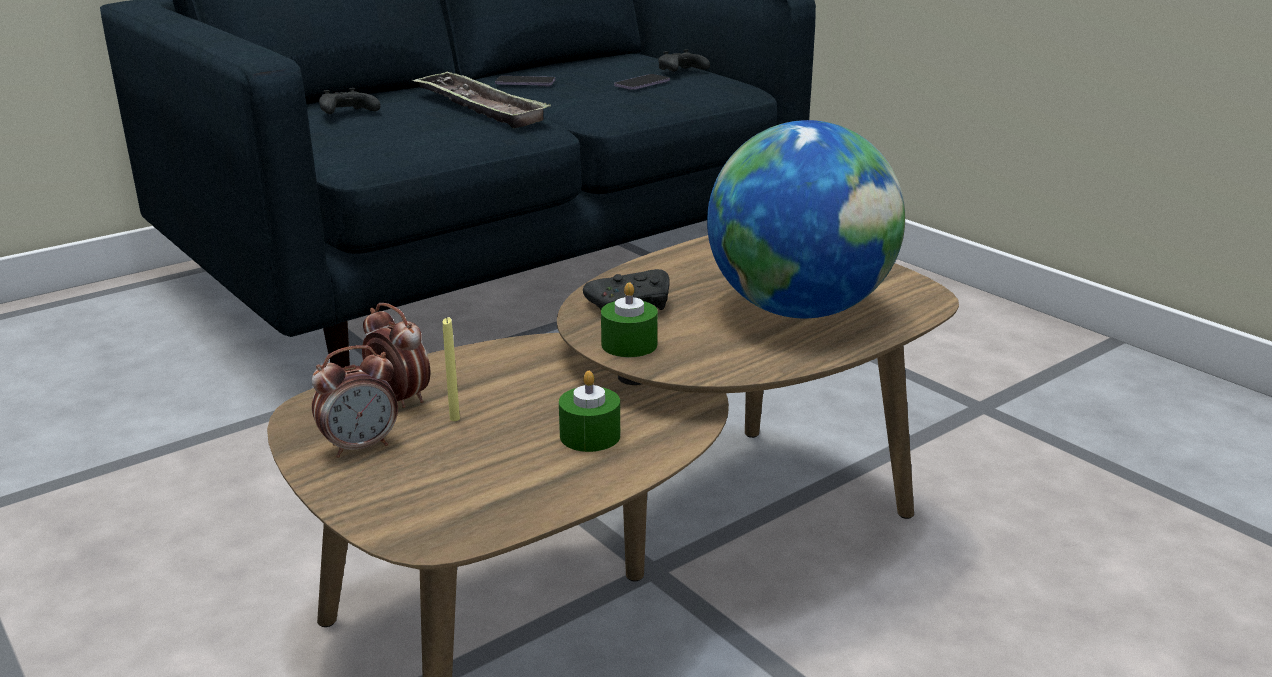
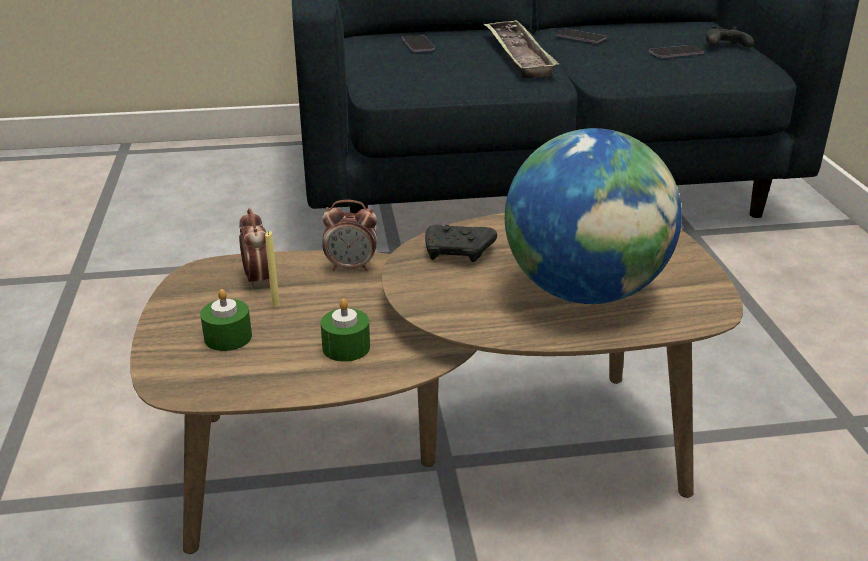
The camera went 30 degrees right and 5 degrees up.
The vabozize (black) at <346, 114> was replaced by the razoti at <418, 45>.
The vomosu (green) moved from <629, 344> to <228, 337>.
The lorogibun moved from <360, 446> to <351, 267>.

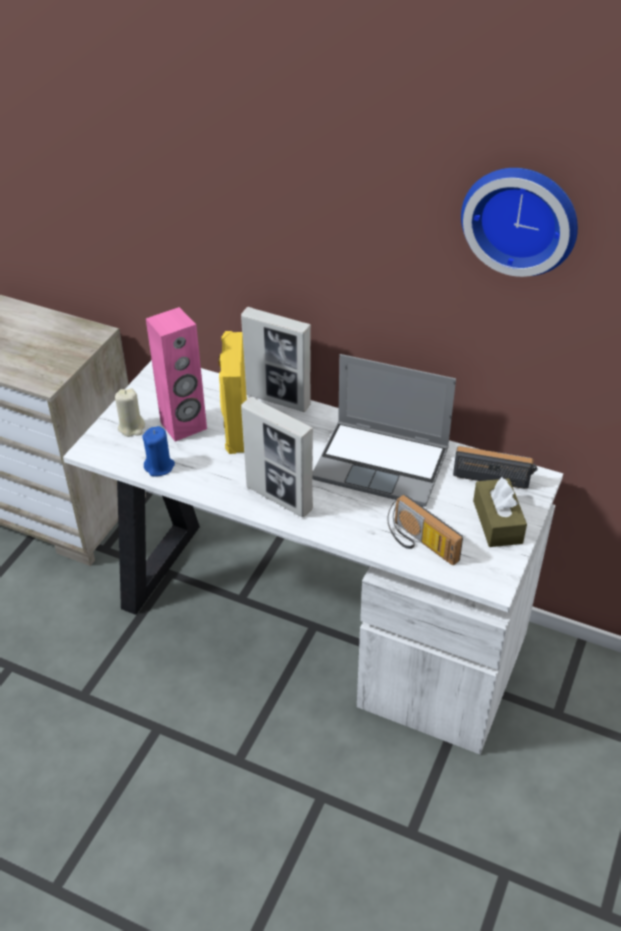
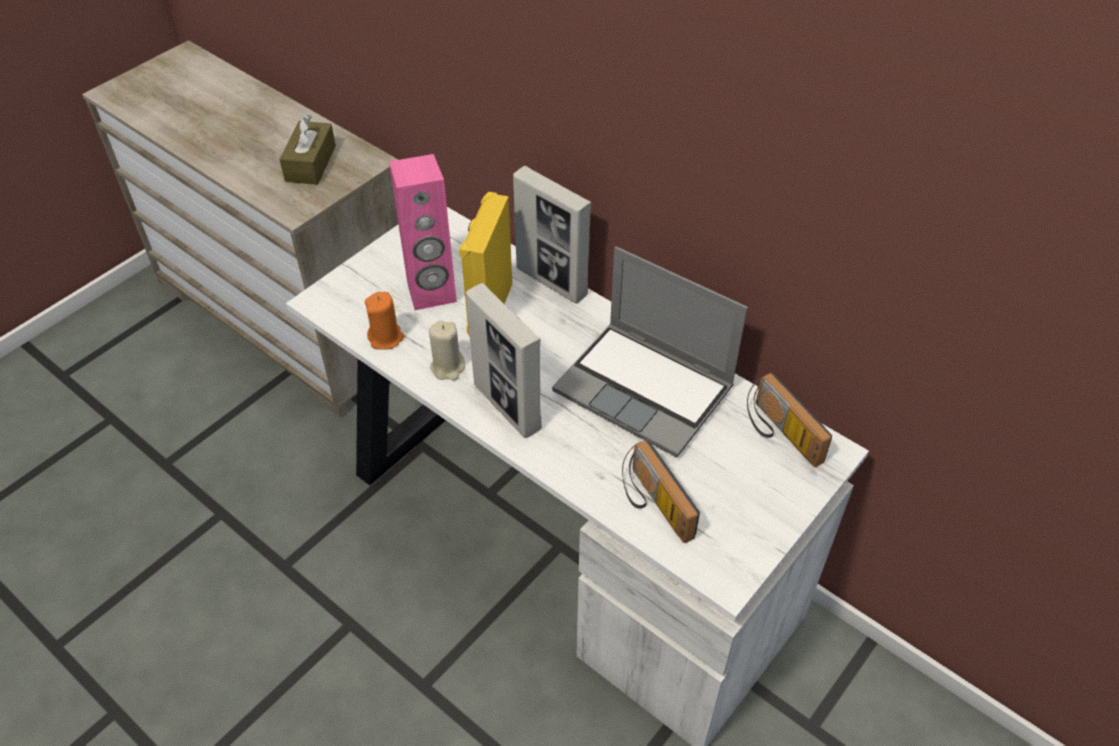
The camera went 15 degrees right and 5 degrees up.
The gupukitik at <521, 218> disappeared.
The vomosu (beige) moved from <132, 427> to <448, 367>.
The vomosu (blue) at <159, 466> became the vomosu (orange) at <386, 338>.
The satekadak at <494, 475> turned 150 degrees counterclockwise.
The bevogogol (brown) moved from <497, 522> to <310, 163>.

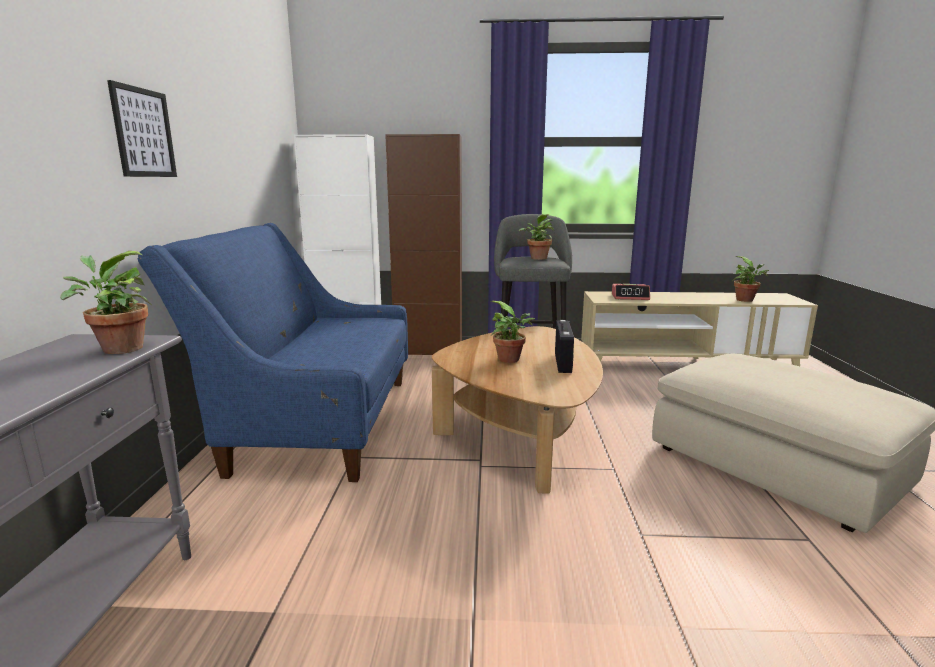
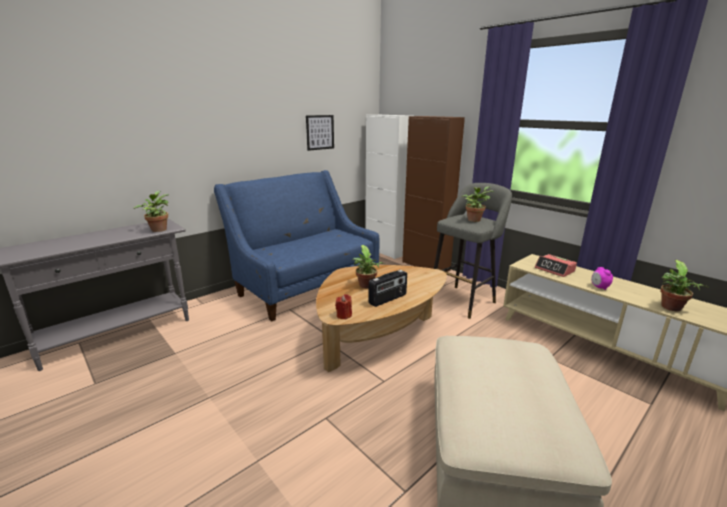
The camera went 45 degrees right and 5 degrees up.
The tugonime moved from <143, 133> to <320, 132>.
The lorogibun at <599, 287> appeared.
The vomosu (red) at <344, 315> appeared.

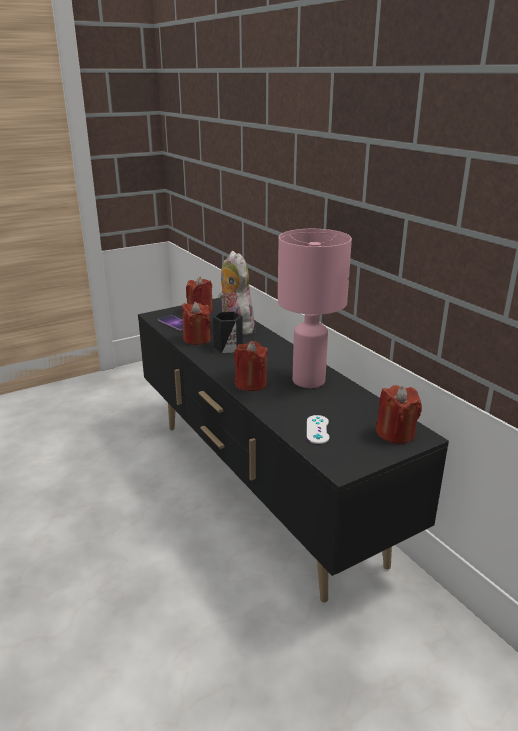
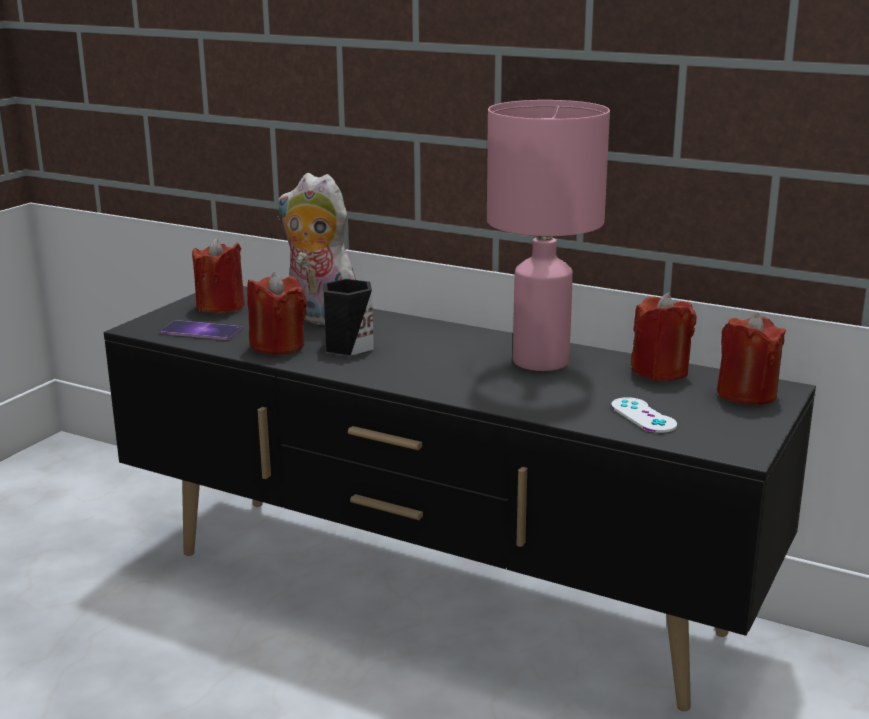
The camera went 30 degrees left and 5 degrees down.
The vomosu (red) moved from <250, 384> to <660, 371>.

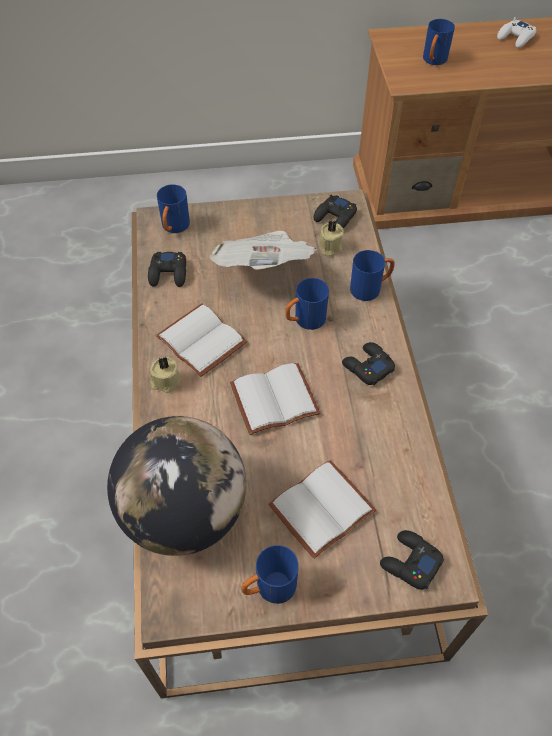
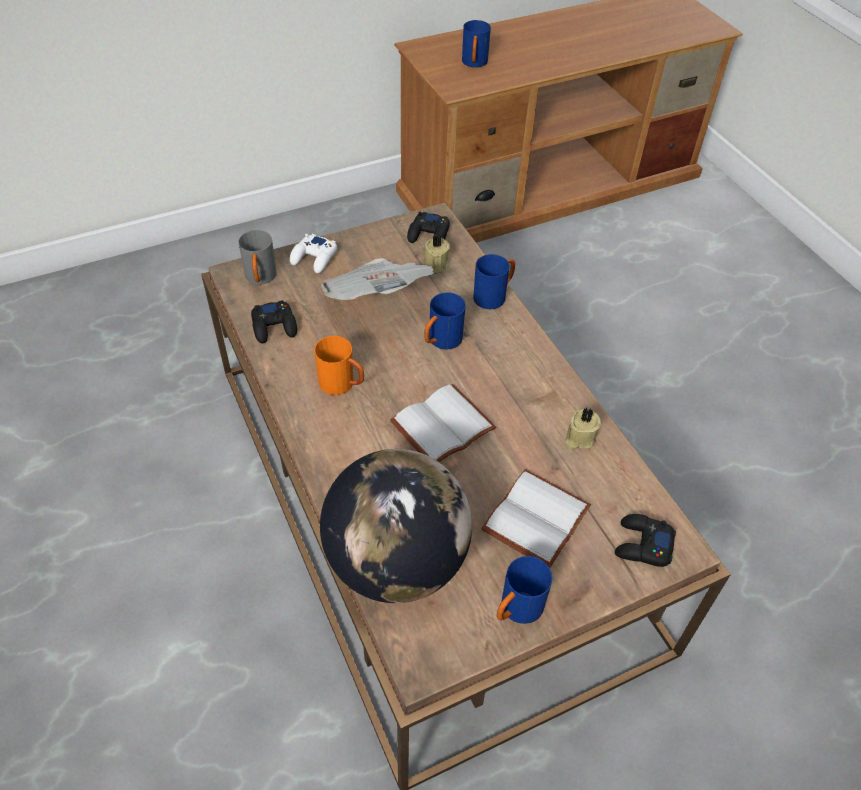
The camera went 20 degrees left and 5 degrees down.
The vabozize (white) moved from <515, 38> to <314, 258>.
The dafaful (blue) at <174, 228> became the dafaful (grey) at <260, 279>.
The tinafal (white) at <204, 340> was replaced by the dafaful (orange) at <342, 385>.
The vabozize (black) at <367, 367> disappeared.
The vomosu (beige) moved from <165, 381> to <579, 438>.

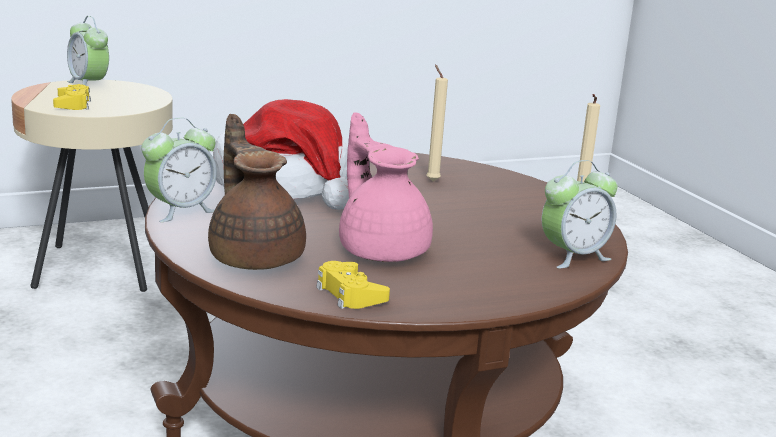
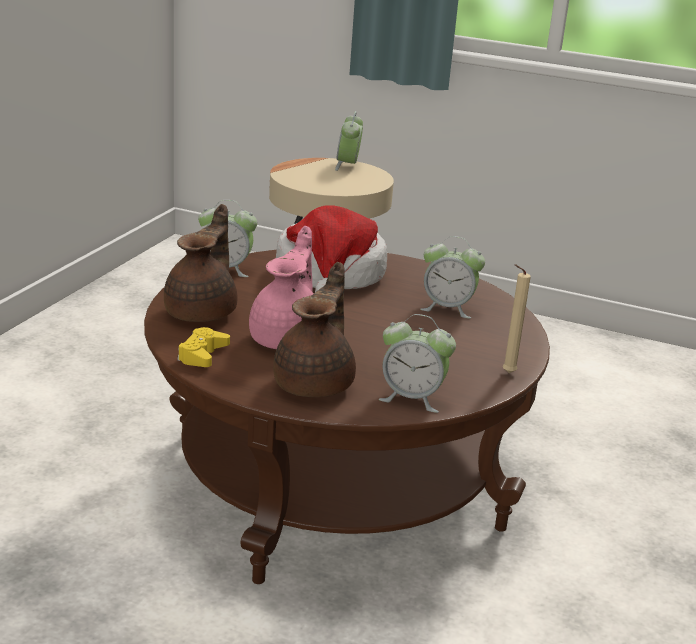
The camera went 45 degrees right and 5 degrees up.
The vomosu (beige) at <431, 180> was replaced by the lorogibun at <447, 308>.
The vabozize (yellow) at <72, 104> disappeared.
The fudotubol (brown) at <316, 383> appeared.

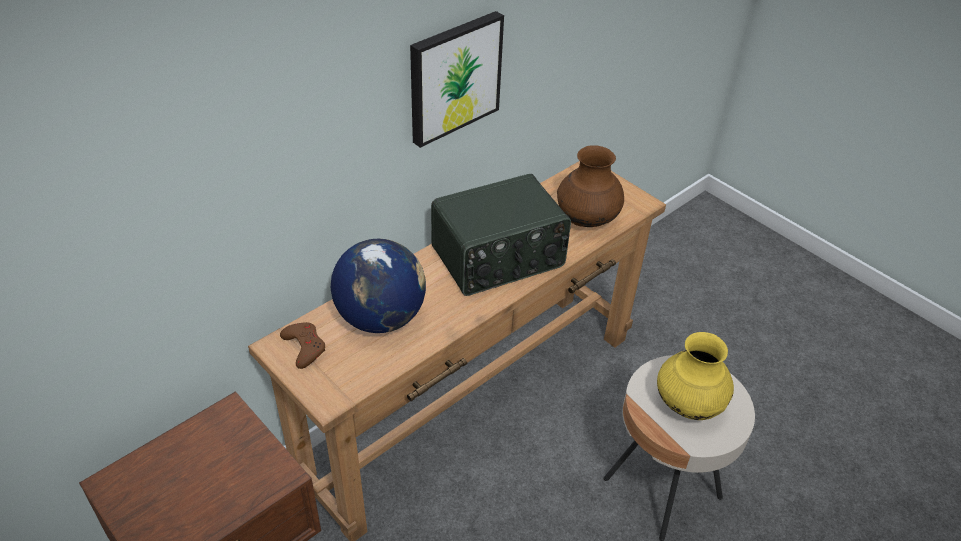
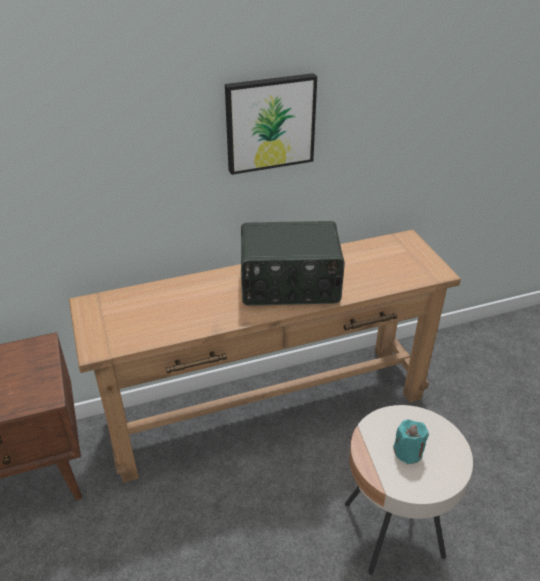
The camera went 25 degrees right and 5 degrees down.
The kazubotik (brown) at <587, 220> disappeared.
The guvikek at <381, 317> disappeared.
The vabozize (brown) at <304, 347> disappeared.
The kazubotik (yellow) at <688, 405> was replaced by the vomosu (turquoise) at <408, 452>.

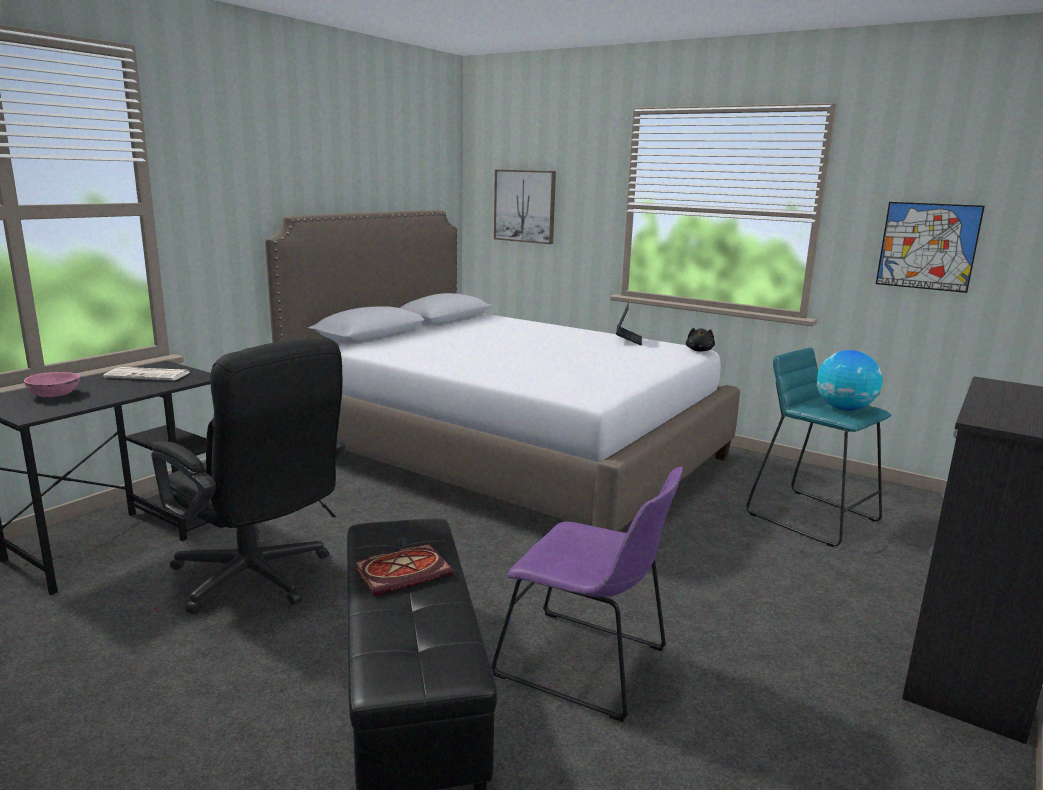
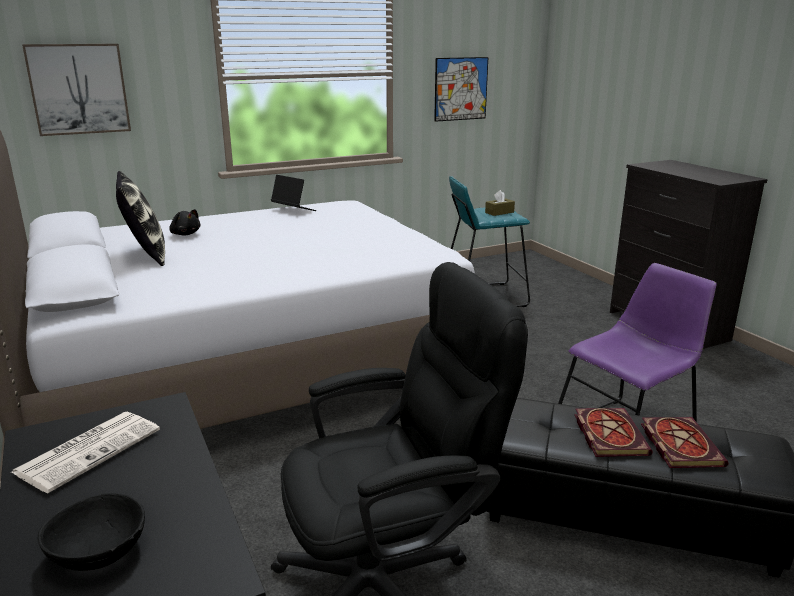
The camera went 60 degrees left and 5 degrees up.
The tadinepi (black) moved from <699, 350> to <185, 234>.
The guvikek at <844, 409> was replaced by the bevogogol (brown) at <499, 212>.
The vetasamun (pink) at <54, 395> became the vetasamun (black) at <98, 552>.
The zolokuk at <146, 255> appeared.
The tinafal at <678, 444> appeared.

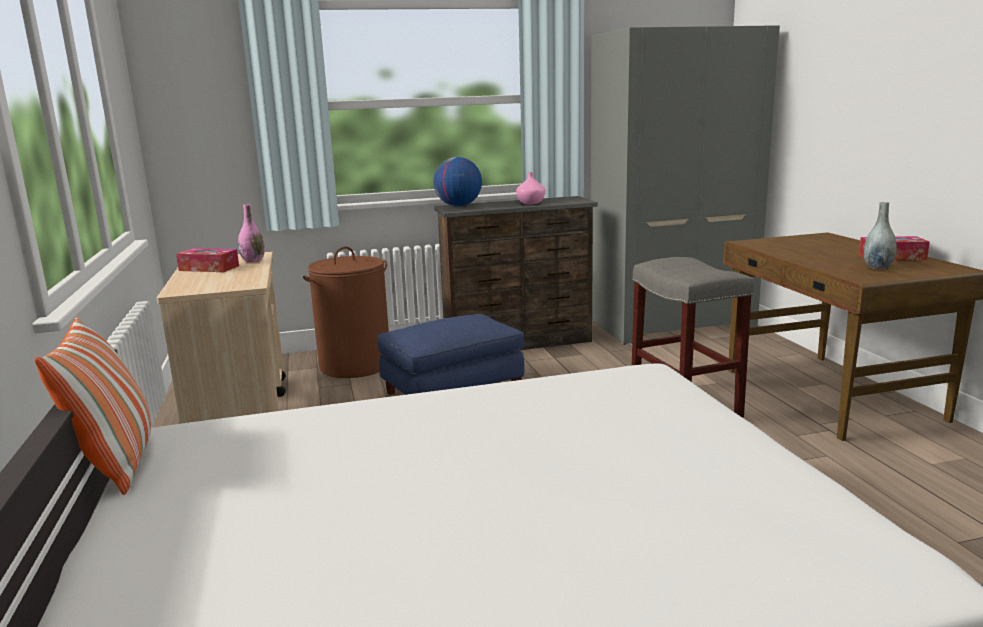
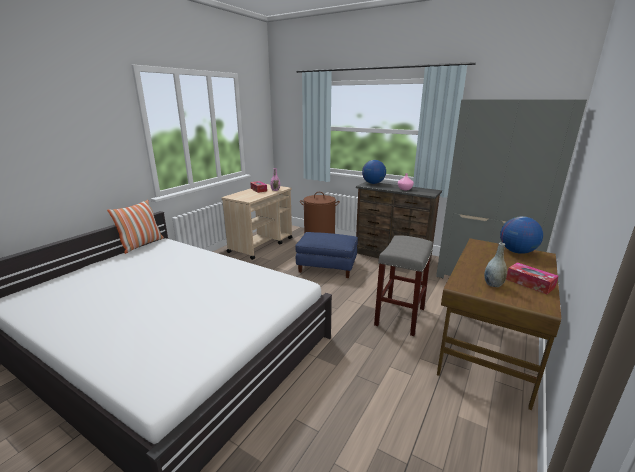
The camera went 45 degrees right and 5 degrees up.
The guvikek at <516, 251> appeared.

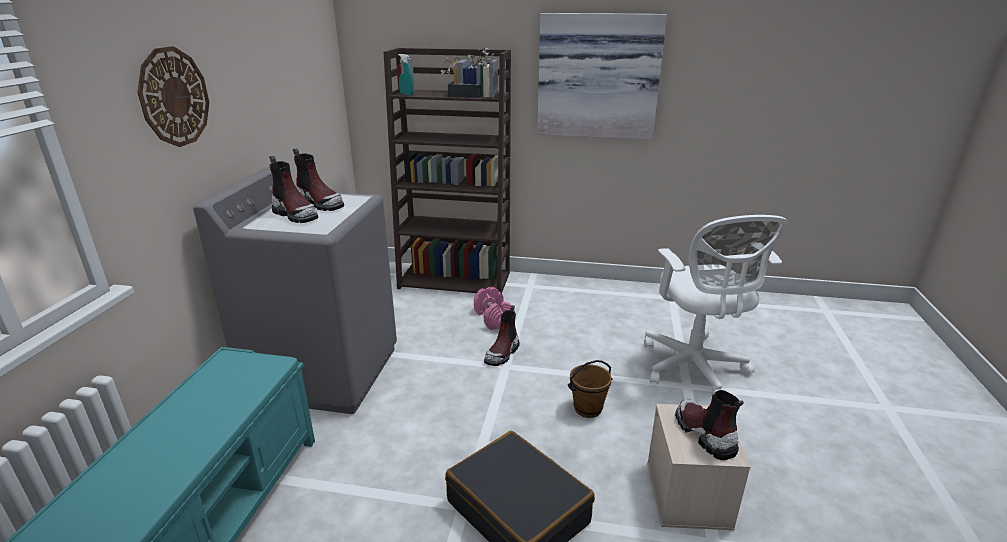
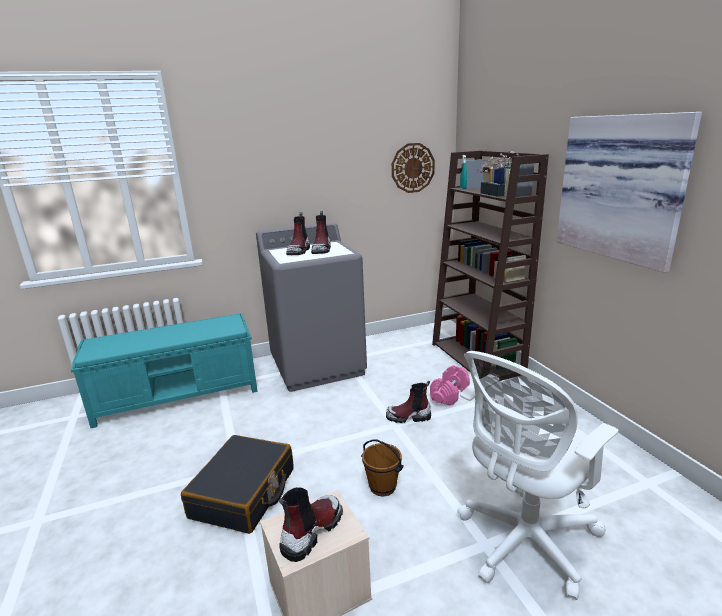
The camera went 60 degrees right and 5 degrees down.
The gupukitik moved from <174, 97> to <412, 168>.

